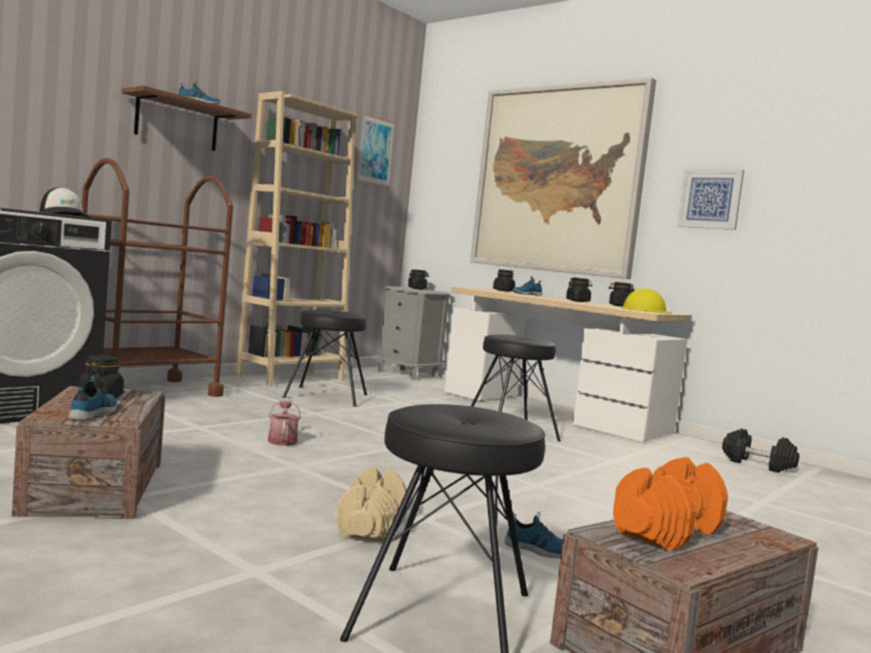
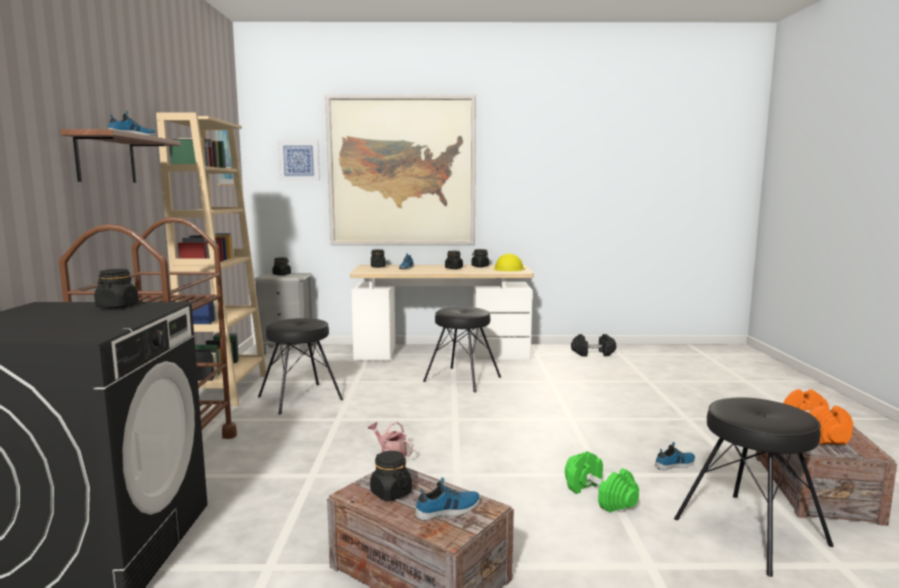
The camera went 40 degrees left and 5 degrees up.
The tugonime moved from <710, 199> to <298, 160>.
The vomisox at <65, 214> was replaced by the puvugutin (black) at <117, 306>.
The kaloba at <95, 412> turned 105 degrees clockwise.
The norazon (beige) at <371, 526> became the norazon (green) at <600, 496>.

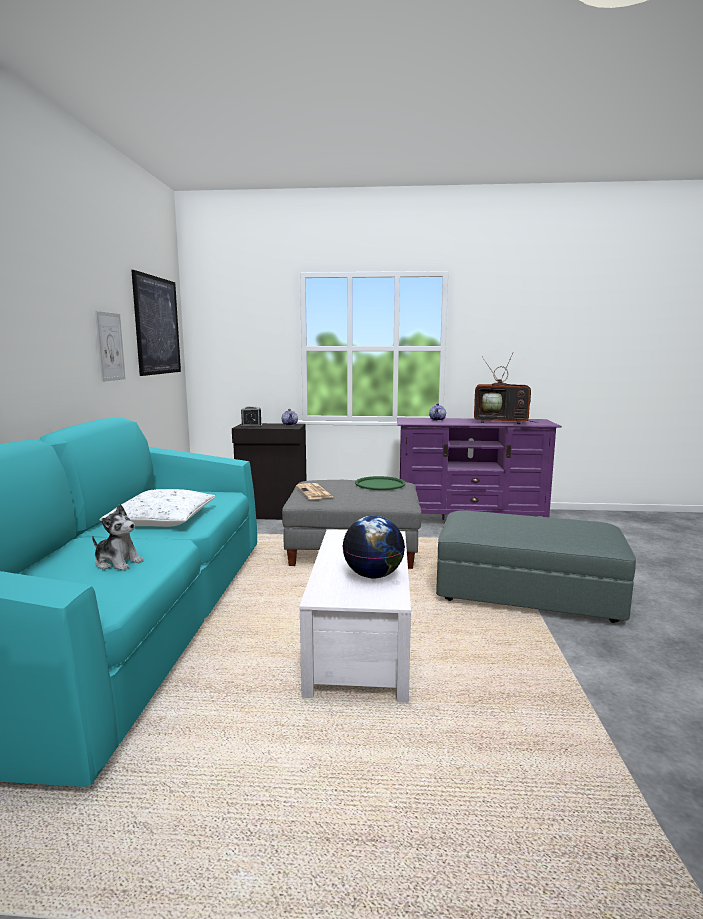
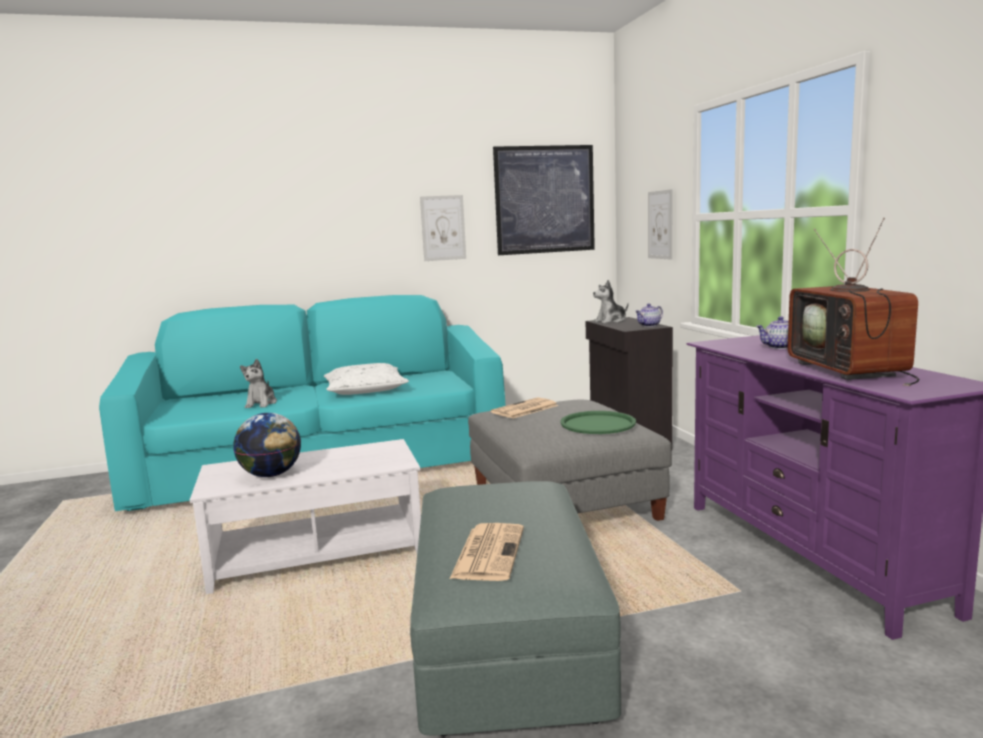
The camera went 70 degrees right and 0 degrees up.
The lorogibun at <251, 426> was replaced by the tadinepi at <611, 321>.
The tugonime at <660, 225> appeared.
The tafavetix at <488, 552> appeared.

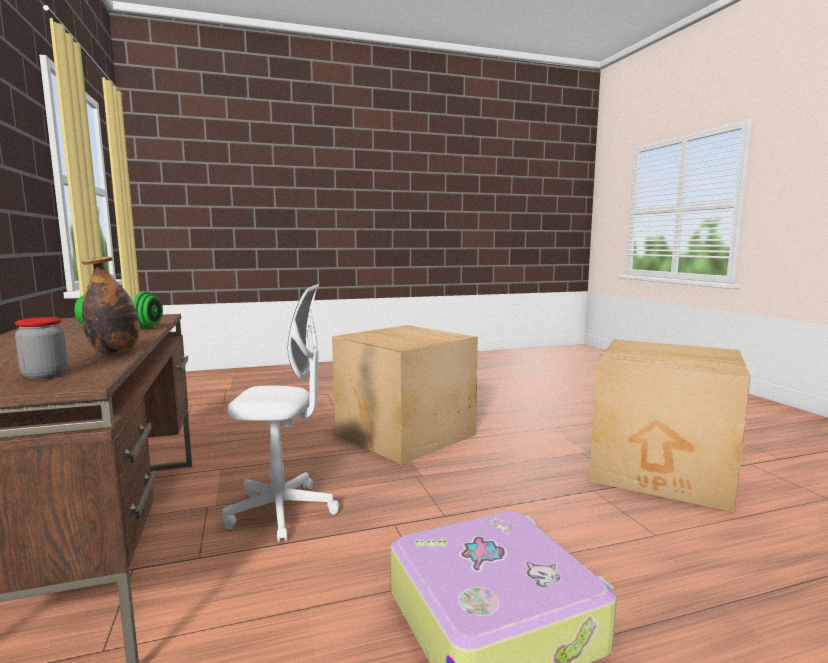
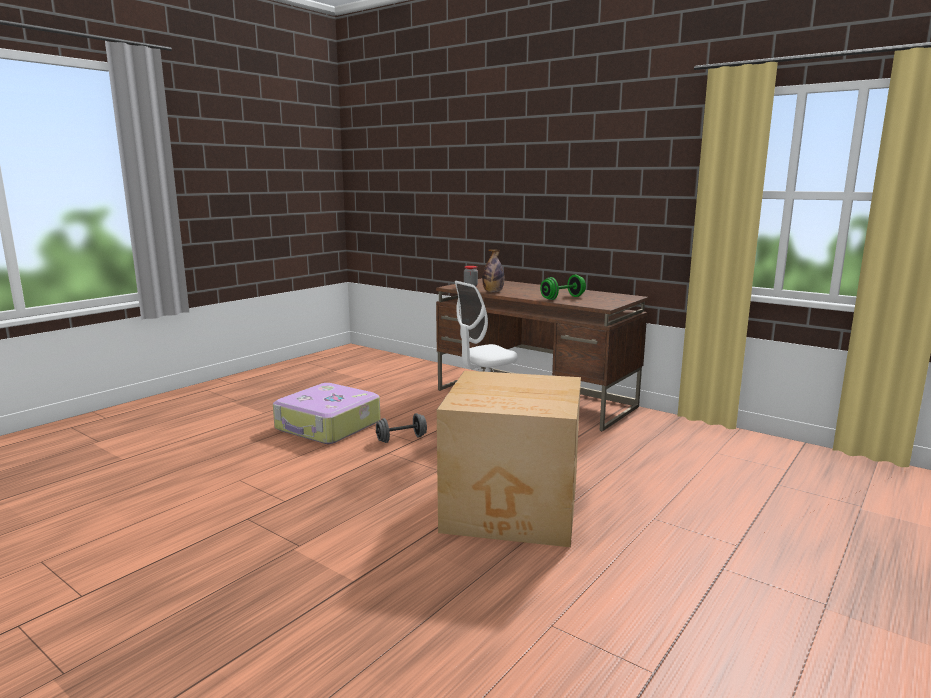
The camera went 145 degrees right and 5 degrees up.
The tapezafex at <663, 471> disappeared.
The norazon (grey) at <401, 439> appeared.

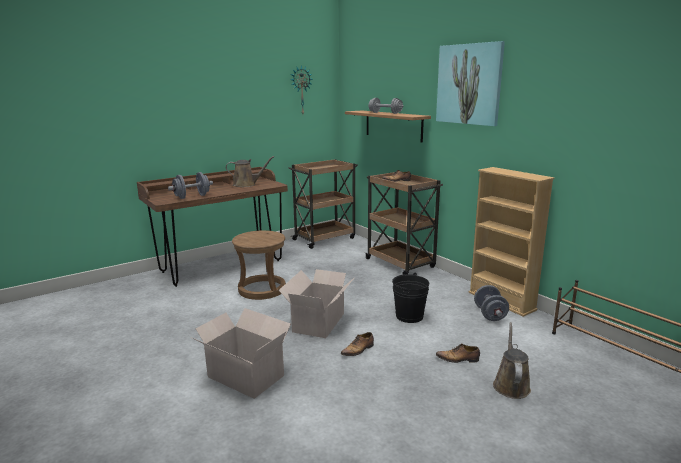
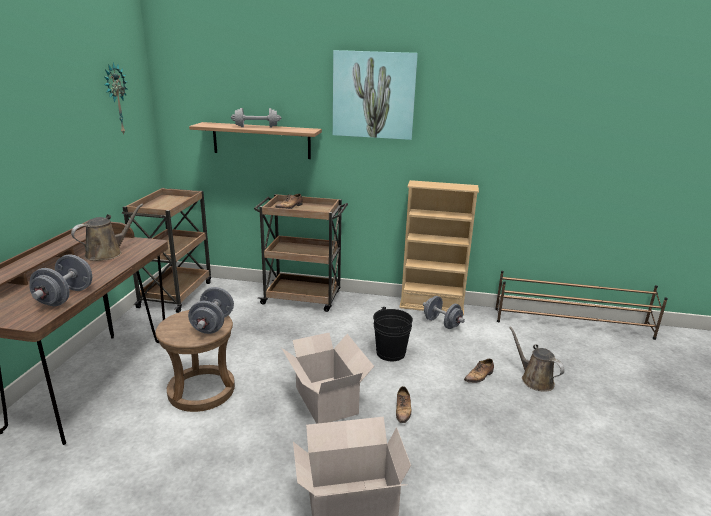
The camera went 45 degrees left and 5 degrees up.
The norazon (grey) at <213, 325> appeared.

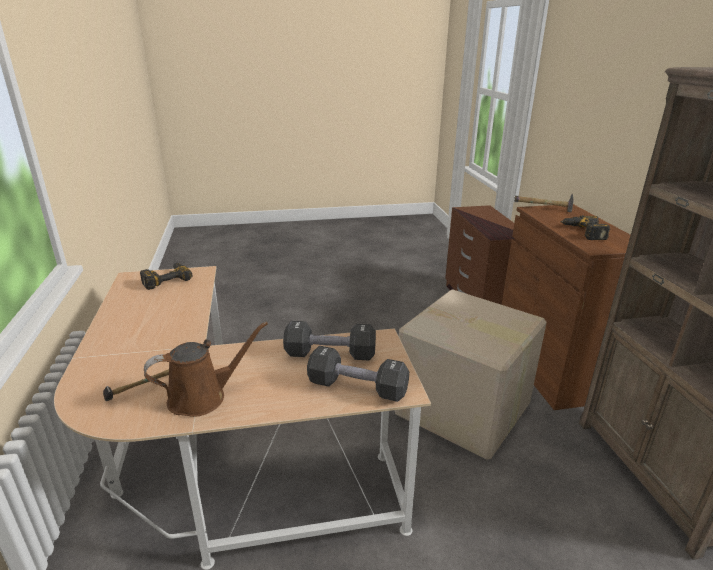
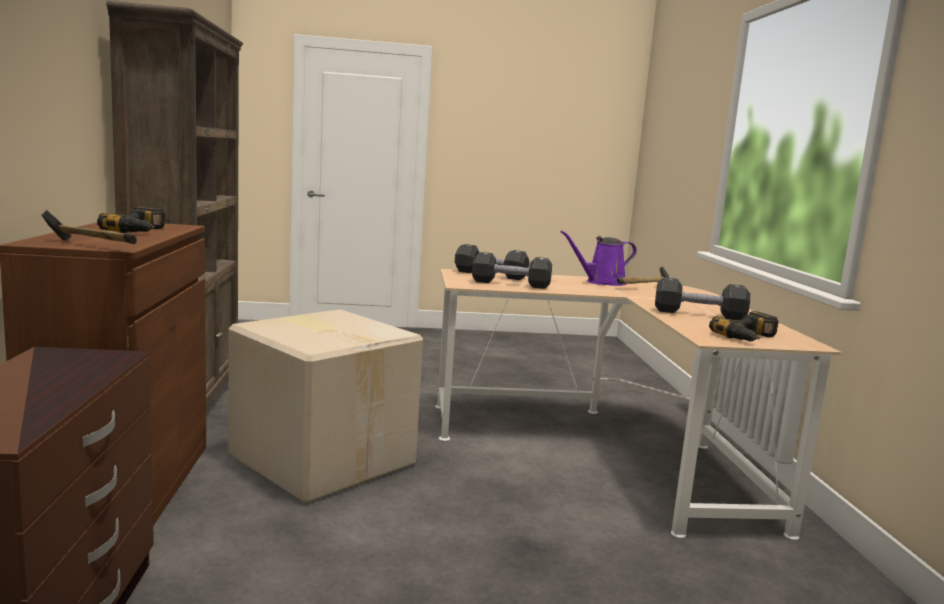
The camera went 175 degrees left and 15 degrees down.
The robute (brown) at <203, 397> became the robute (purple) at <602, 282>.
The norazon (black) at <699, 314> appeared.

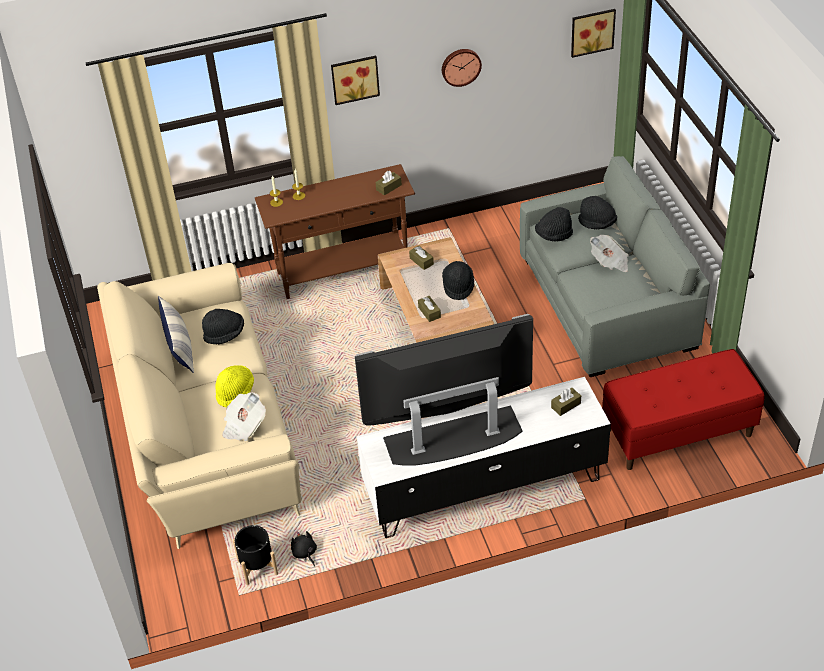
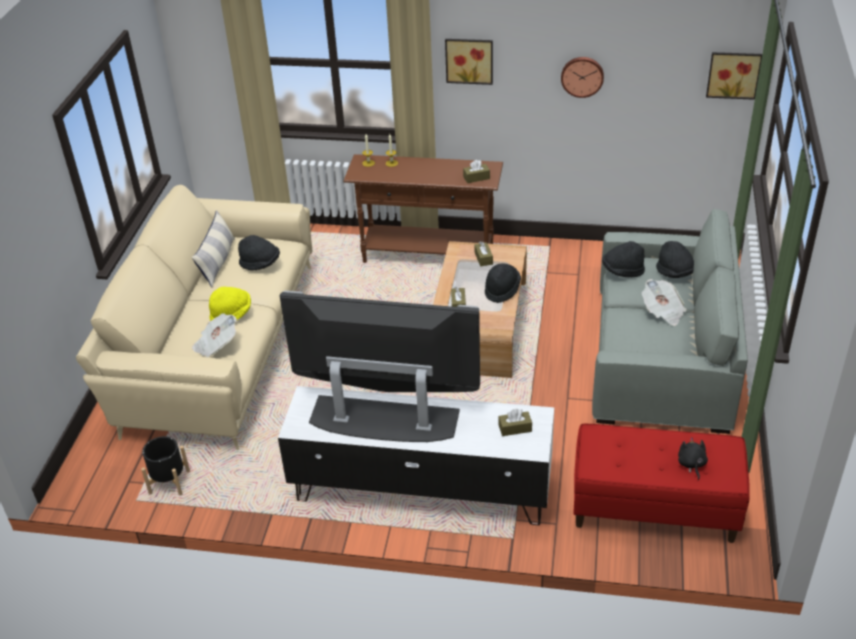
The camera went 25 degrees right and 5 degrees down.
The tadinepi (black) moved from <305, 553> to <691, 464>.

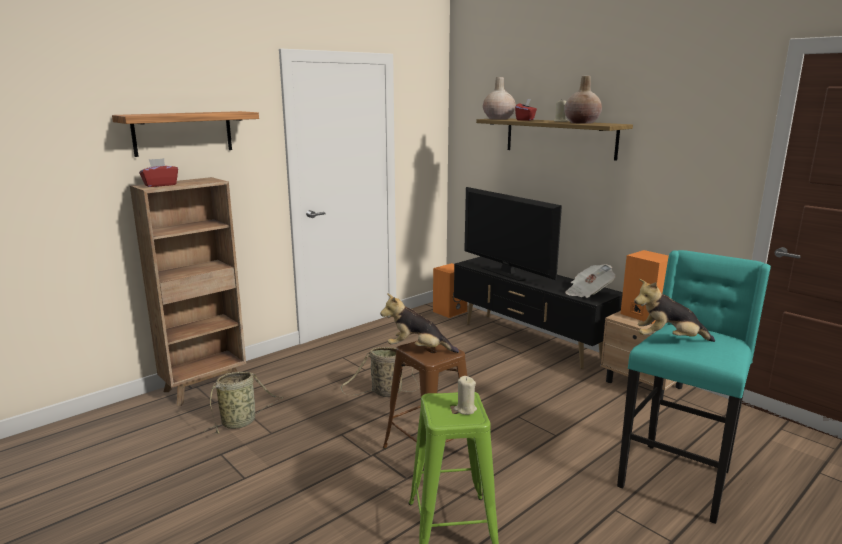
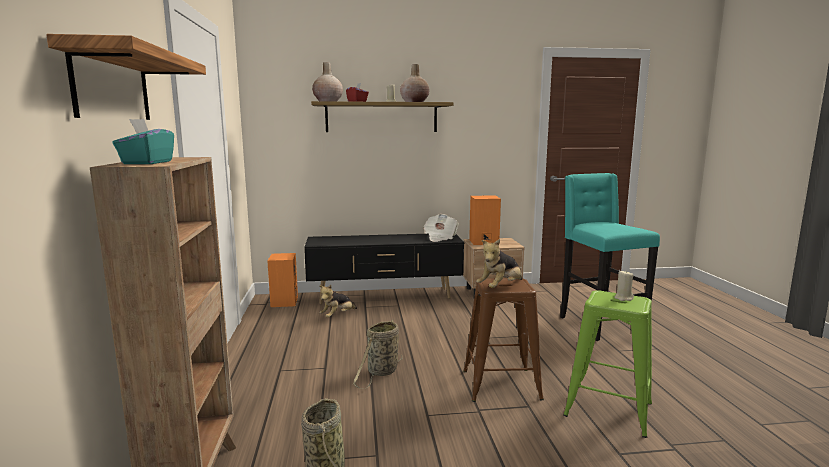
The camera went 55 degrees left and 5 degrees down.
The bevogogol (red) at <160, 185> became the bevogogol (turquoise) at <147, 163>.
The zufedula at <507, 272> disappeared.
The tadinepi moved from <668, 340> to <338, 316>.

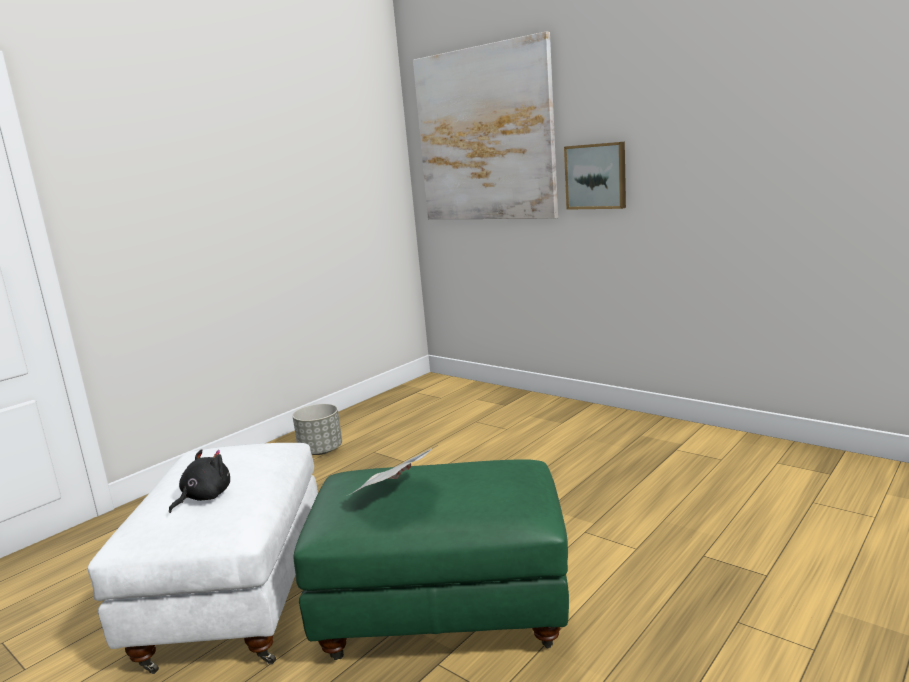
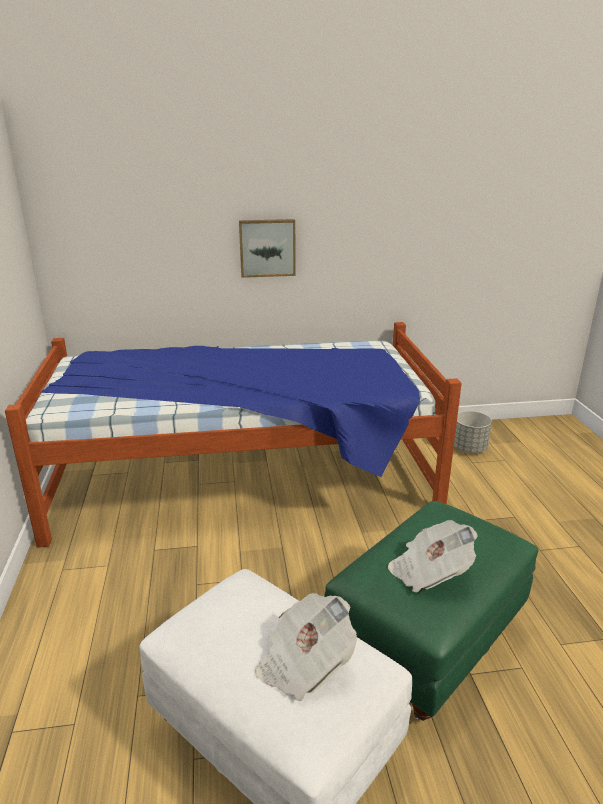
The camera went 50 degrees left and 10 degrees up.
The tugonime at <484, 135> disappeared.
The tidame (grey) moved from <321, 450> to <468, 448>.
The tadinepi (black) at <204, 497> was replaced by the tafavetix at <304, 663>.
The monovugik at <245, 480> appeared.

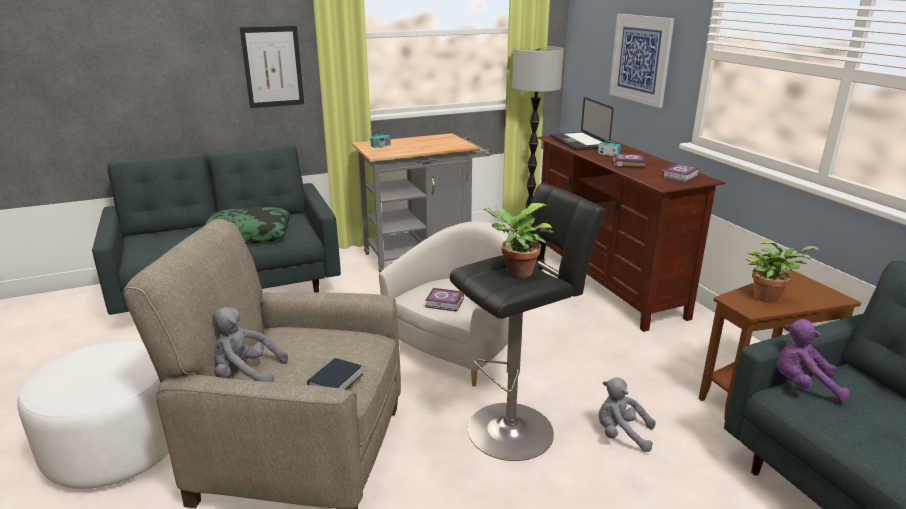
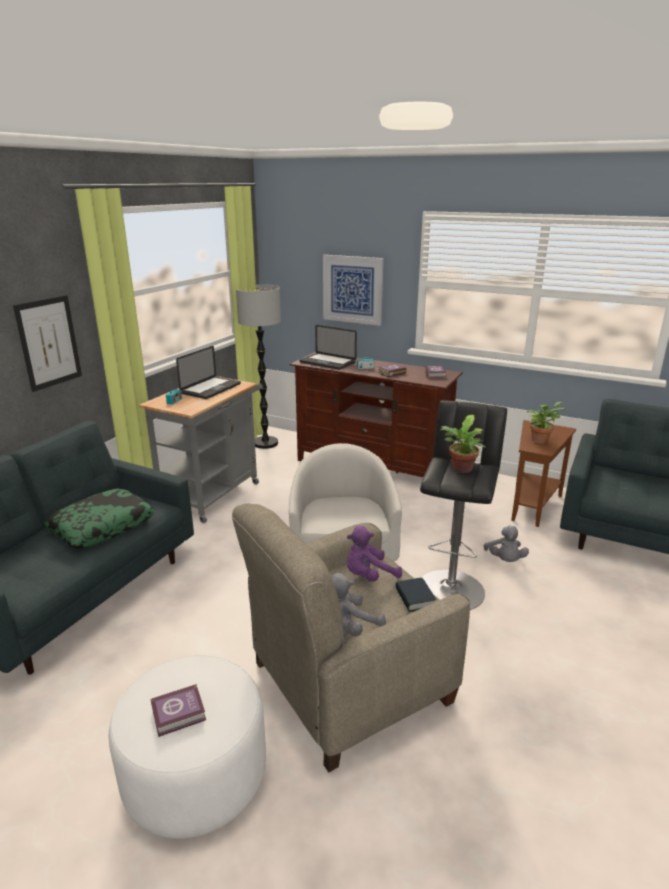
The camera went 40 degrees left and 0 degrees up.
The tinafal moved from <445, 303> to <180, 714>.
The tadinepi (purple) moved from <802, 385> to <369, 576>.
The tadinepi (grey) at <621, 434> turned 75 degrees counterclockwise.
The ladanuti at <211, 389> appeared.

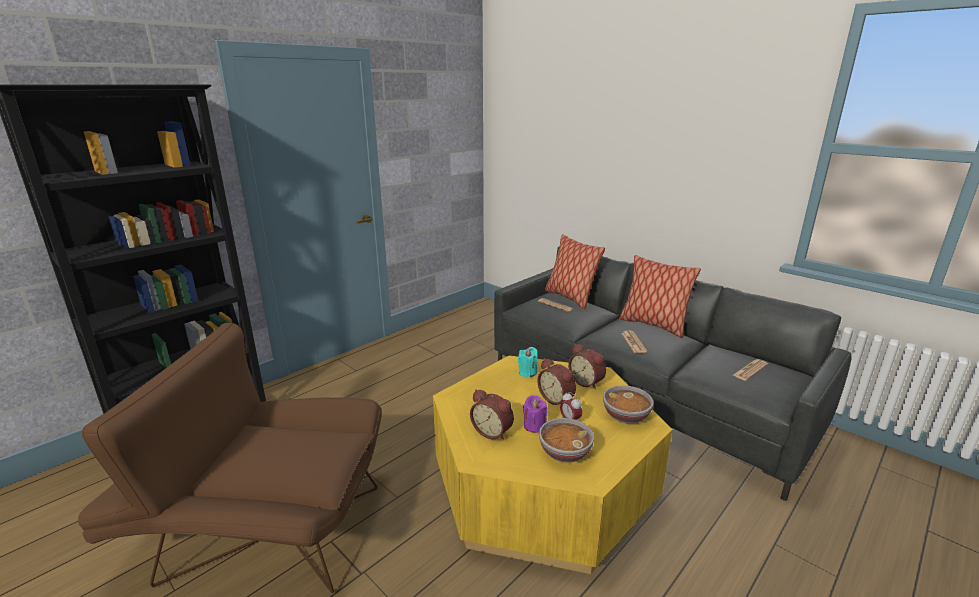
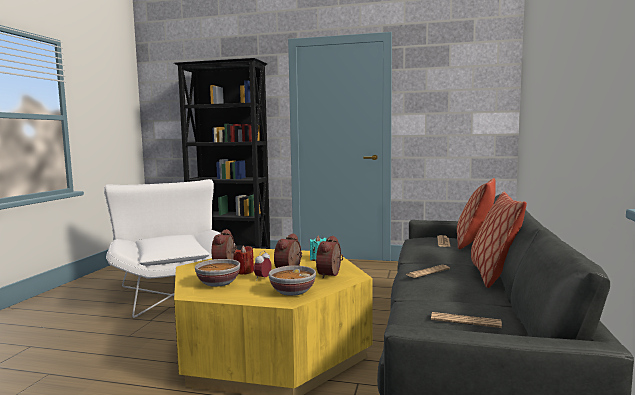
The camera went 60 degrees right and 15 degrees down.
The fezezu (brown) at <261, 527> became the fezezu (white) at <170, 291>.
The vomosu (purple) at <534, 426> became the vomosu (red) at <244, 272>.

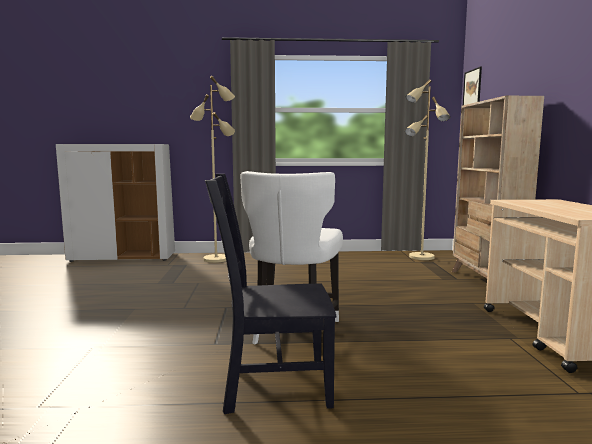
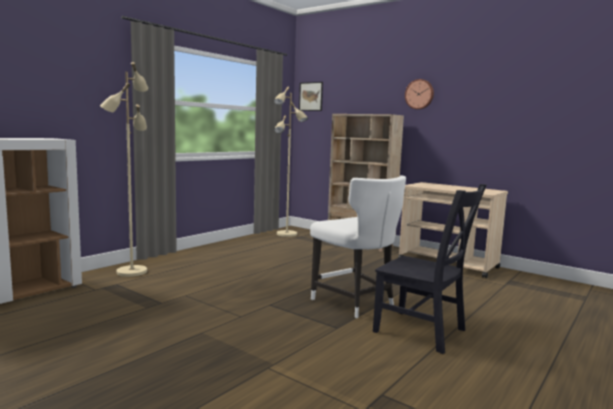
The camera went 50 degrees left and 0 degrees up.
The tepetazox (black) at <270, 384> turned 90 degrees counterclockwise.
The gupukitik at <419, 94> appeared.

